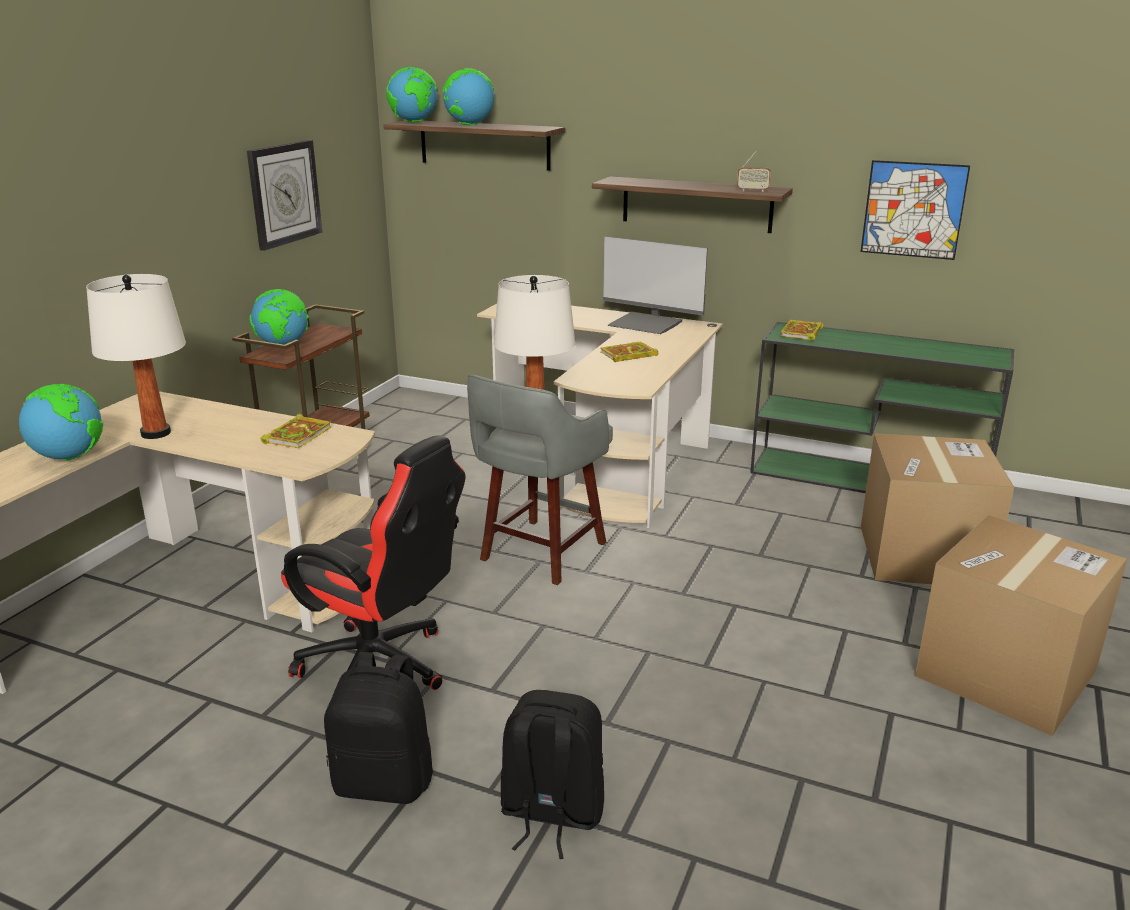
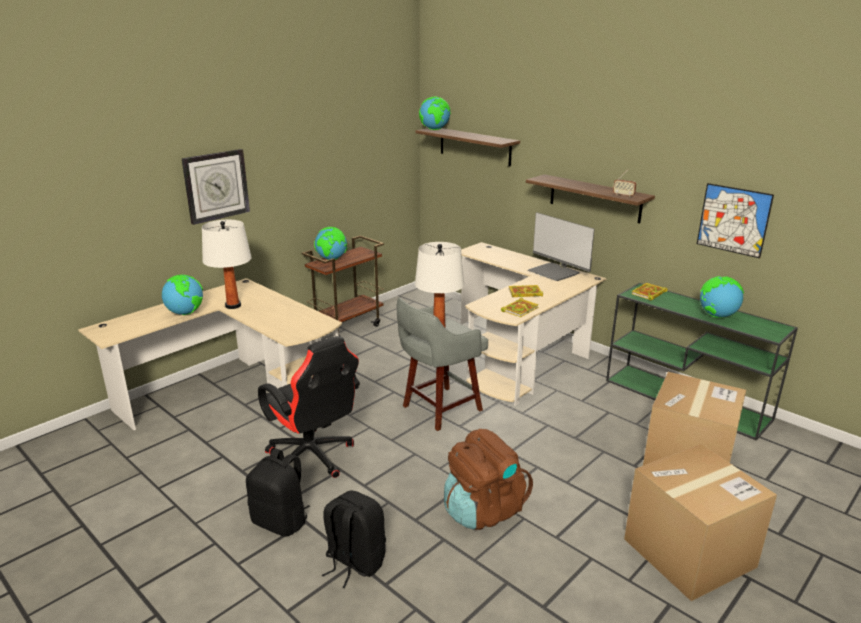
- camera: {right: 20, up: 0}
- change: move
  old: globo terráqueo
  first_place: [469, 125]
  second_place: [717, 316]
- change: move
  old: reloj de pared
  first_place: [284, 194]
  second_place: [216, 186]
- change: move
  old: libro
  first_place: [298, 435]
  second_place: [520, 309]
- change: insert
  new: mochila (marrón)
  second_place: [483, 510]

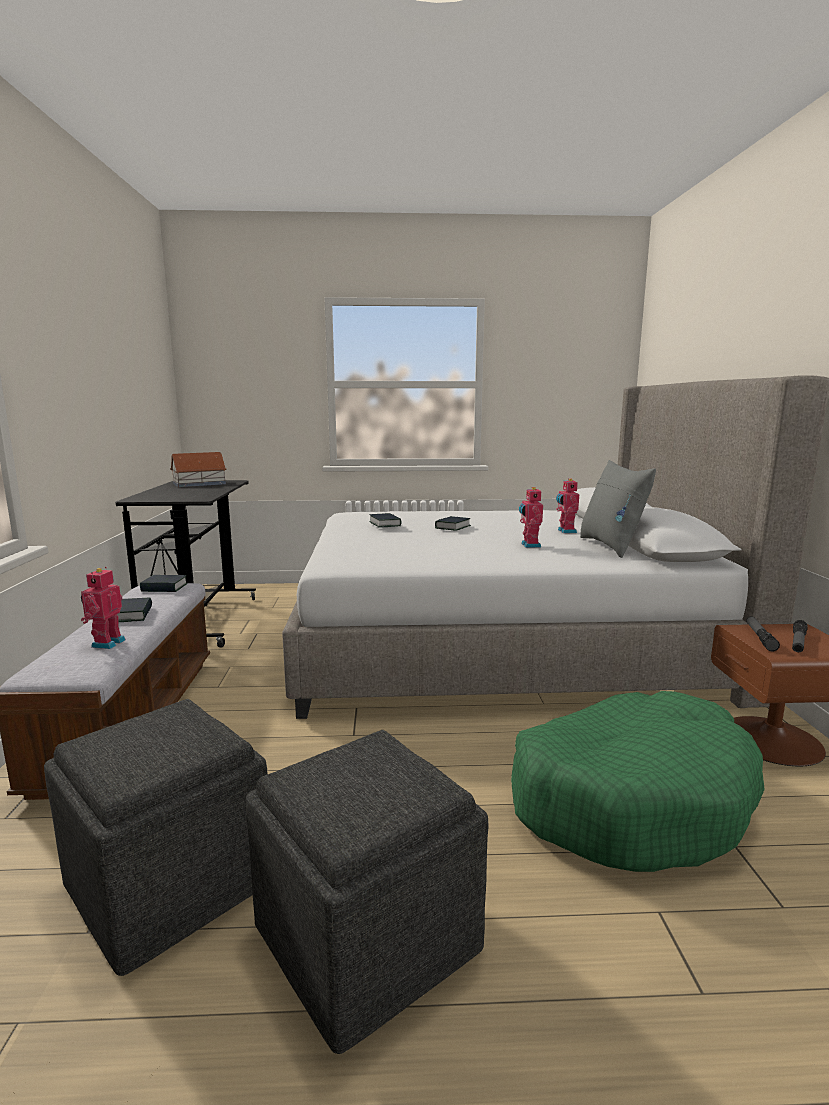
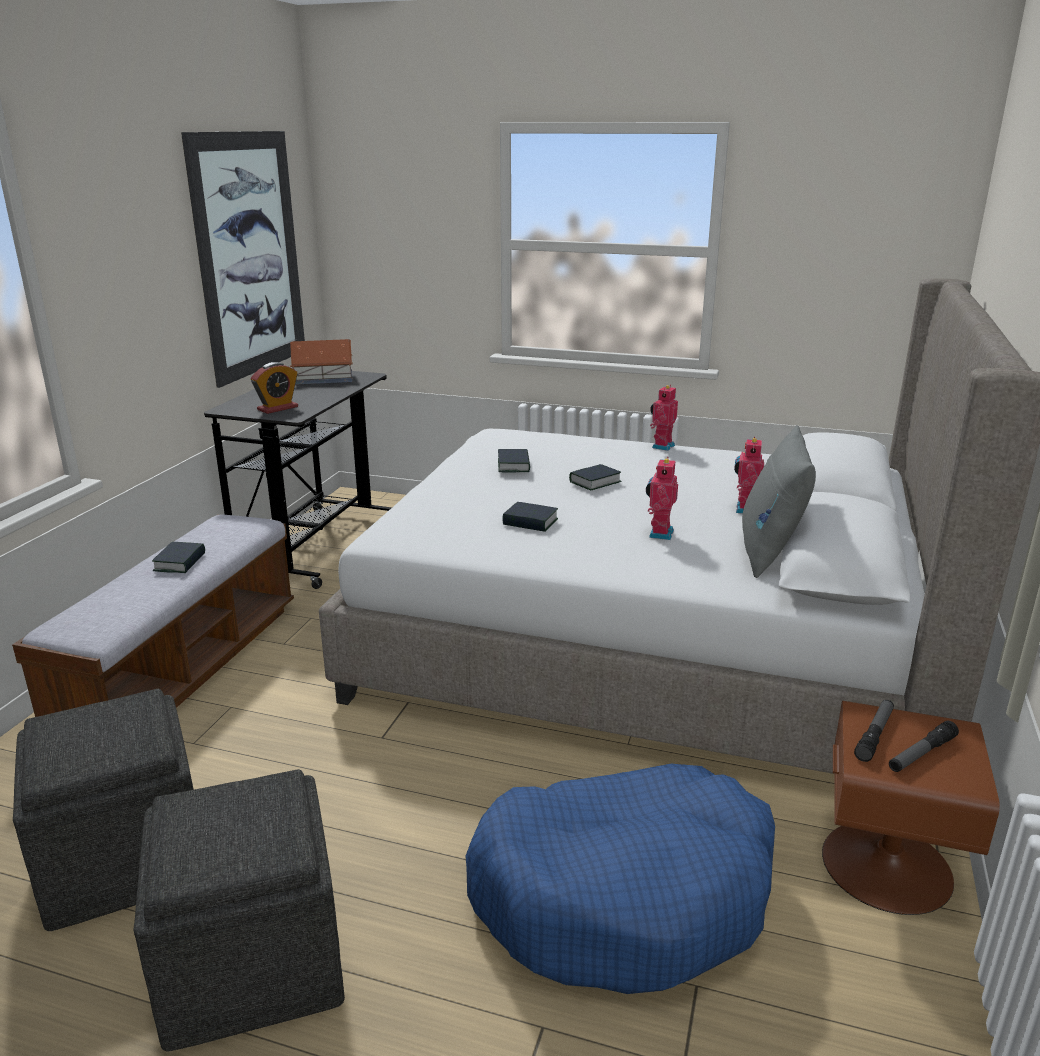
- camera: {right: 20, up: 10}
- change: move
  old: robot de juguete
  first_place: [106, 643]
  second_place: [661, 446]
- change: move
  old: libro
  first_place: [164, 588]
  second_place: [530, 522]
- change: recolor
  old: cama para perro (verde)
  new: cama para perro (azul)
  first_place: [629, 798]
  second_place: [624, 894]
- change: insert
  new: cuadro
  second_place: [250, 255]
- change: insert
  new: despertador
  second_place: [278, 408]

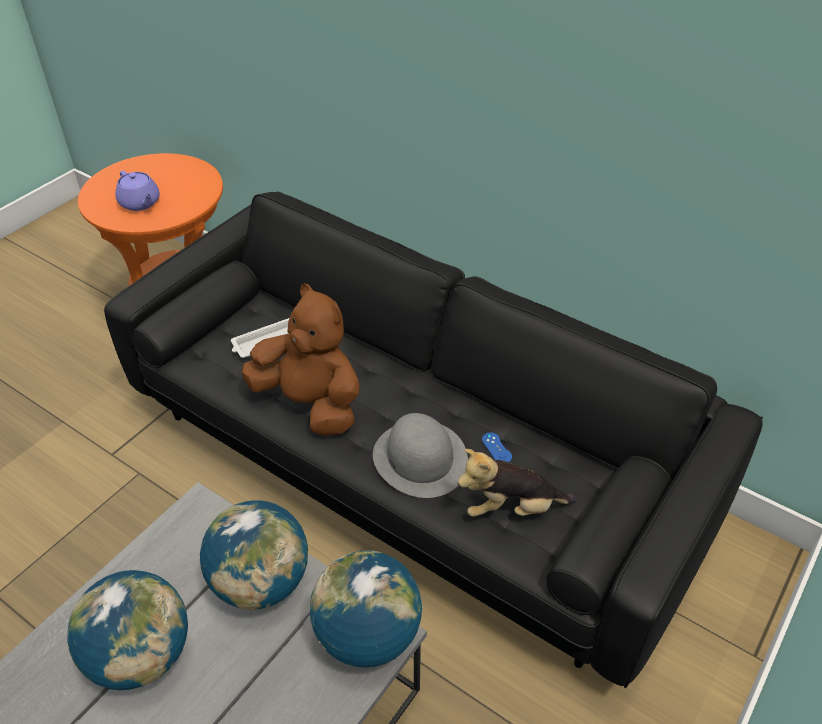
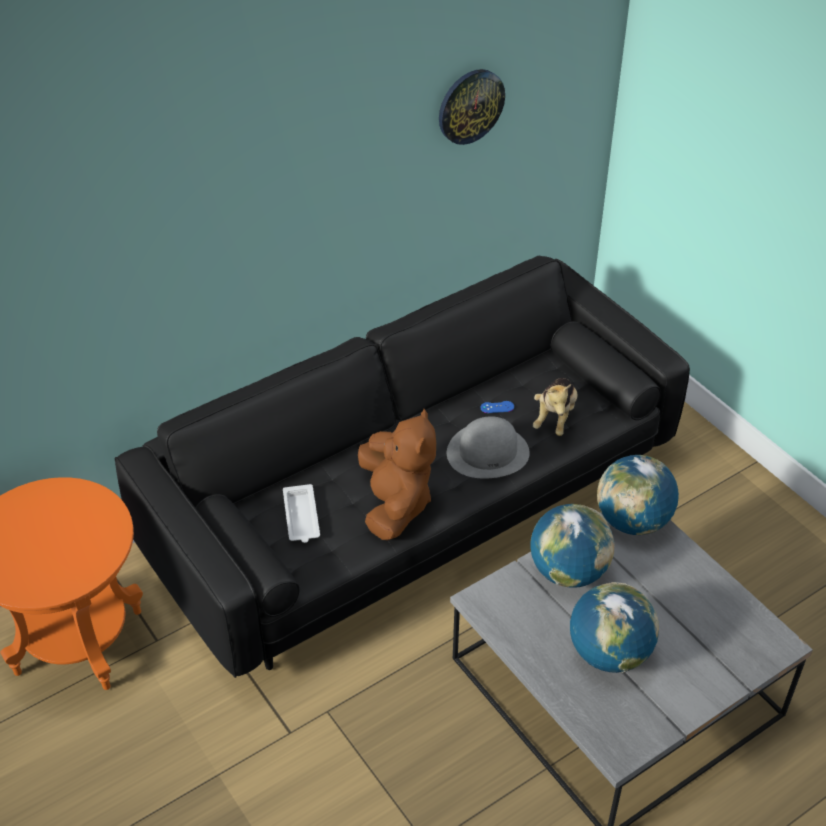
- camera: {right: -70, up: 0}
- change: delete
  old: tetera (morado)
  first_place: [140, 203]
- change: rotate
  old: peluche (marrón)
  first_place: [310, 403]
  second_place: [395, 504]
  degrees: 120
- change: insert
  new: reloj de pared
  second_place: [470, 106]

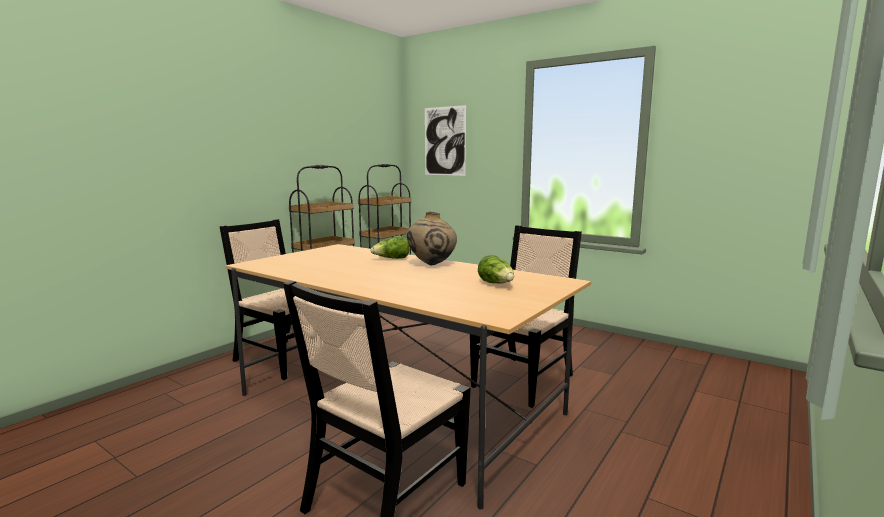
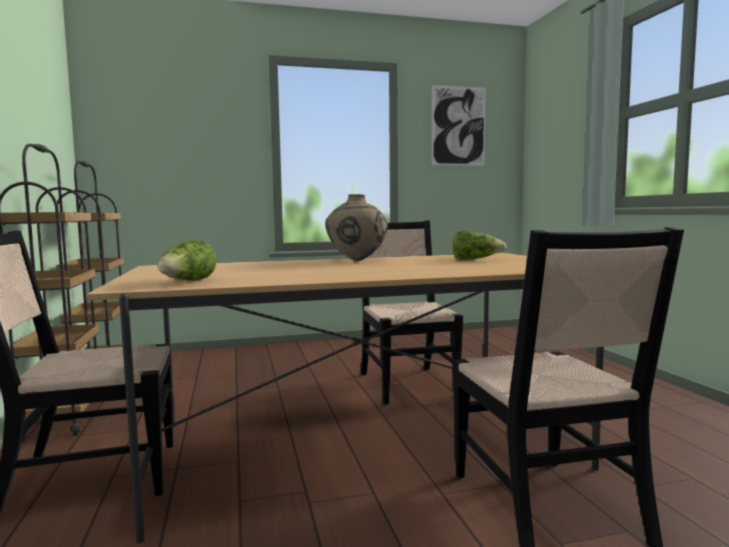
- camera: {right: -50, up: -5}
- change: move
  old: cuadro
  first_place: [444, 141]
  second_place: [458, 126]
- change: move
  old: lechuga
  first_place: [391, 259]
  second_place: [187, 282]

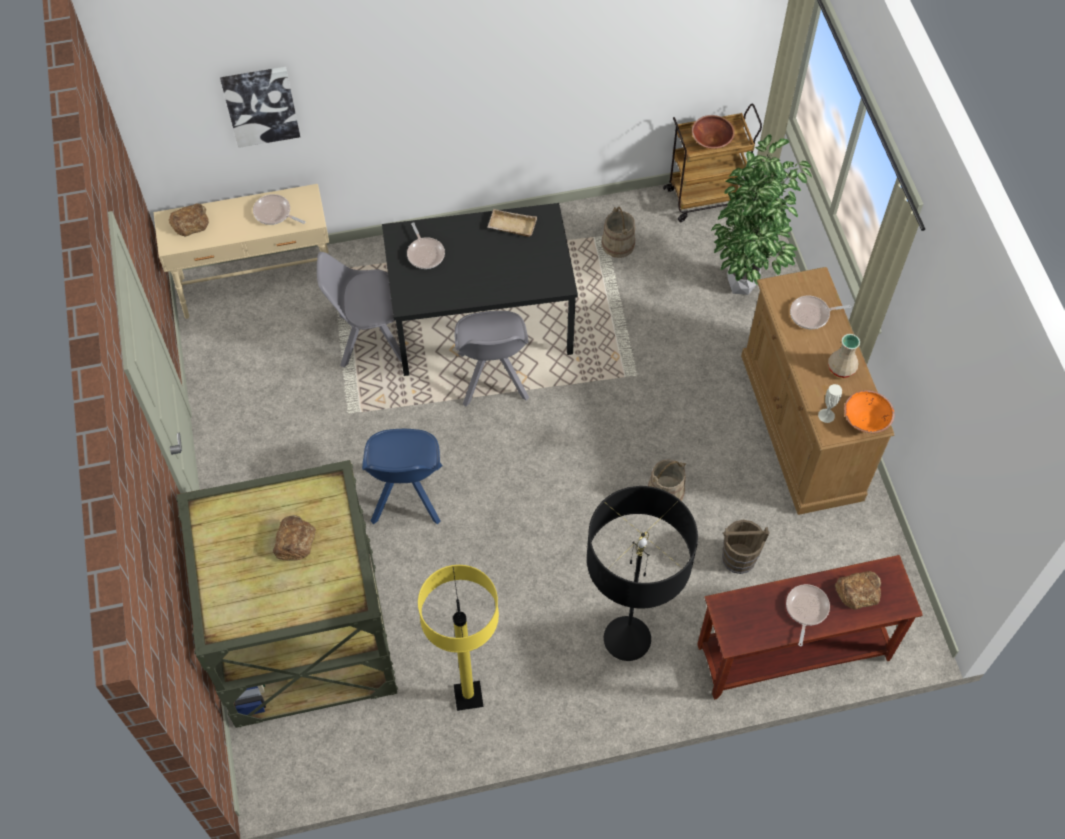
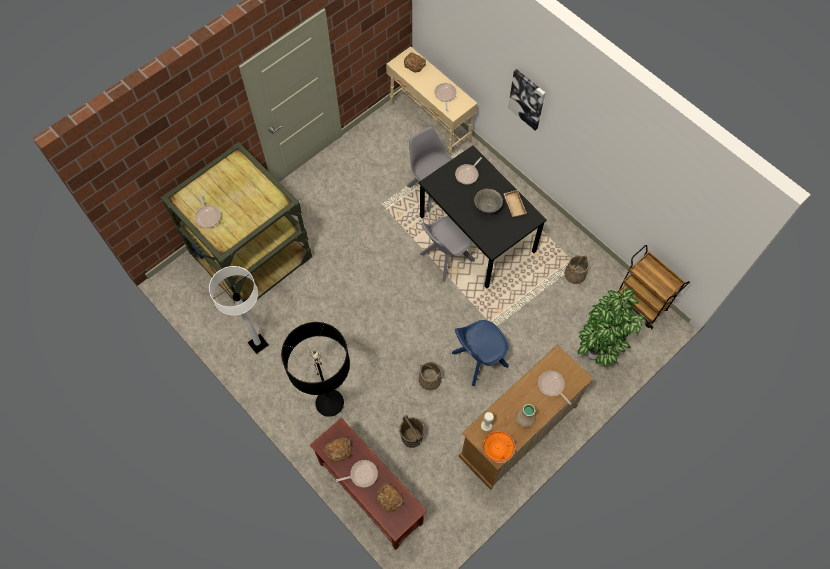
- camera: {right: 60, up: 5}
- change: move
  old: cuadro
  first_place: [261, 105]
  second_place: [527, 99]
- change: delete
  old: cuenco (marrón)
  first_place: [711, 140]
- change: move
  old: silla (azul)
  first_place: [406, 495]
  second_place: [478, 360]
- change: move
  old: pan
  first_place: [294, 541]
  second_place: [338, 450]
- change: recolor
  old: lámpara de pie (amarillo)
  new: lámpara de pie (blanco)
  first_place: [468, 696]
  second_place: [258, 344]
- change: insert
  new: cuenco (gris)
  second_place: [487, 207]
- change: insert
  new: sartén
  second_place: [207, 216]

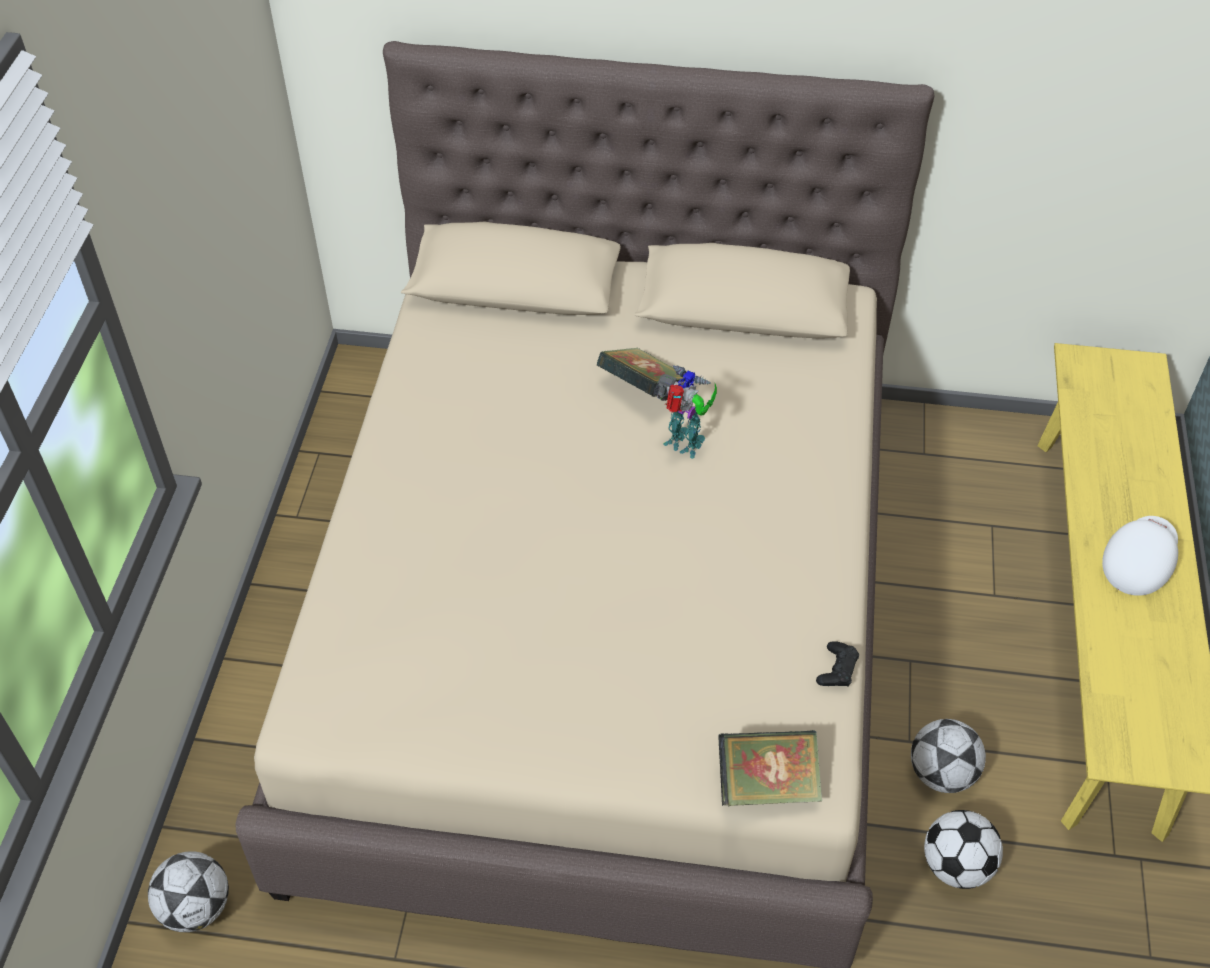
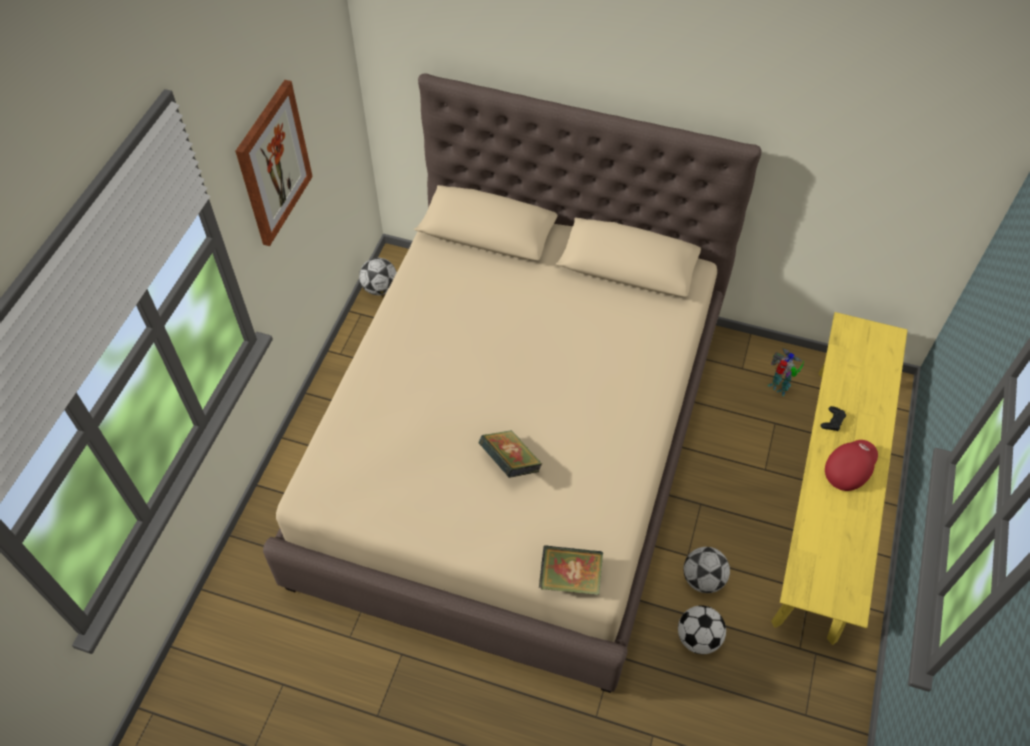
- camera: {right: 10, up: 5}
- change: move
  old: libro
  first_place: [644, 390]
  second_place: [510, 463]
- change: move
  old: robot de juguete
  first_place: [684, 446]
  second_place: [779, 388]
- change: recolor
  old: gorra (blanco)
  new: gorra (rojo)
  first_place: [1136, 563]
  second_place: [848, 469]
- change: move
  old: mando de consola (negro)
  first_place: [837, 669]
  second_place: [832, 421]
- change: move
  old: balón de fútbol
  first_place: [196, 907]
  second_place: [380, 288]
- change: insert
  new: cuadro
  second_place: [273, 163]

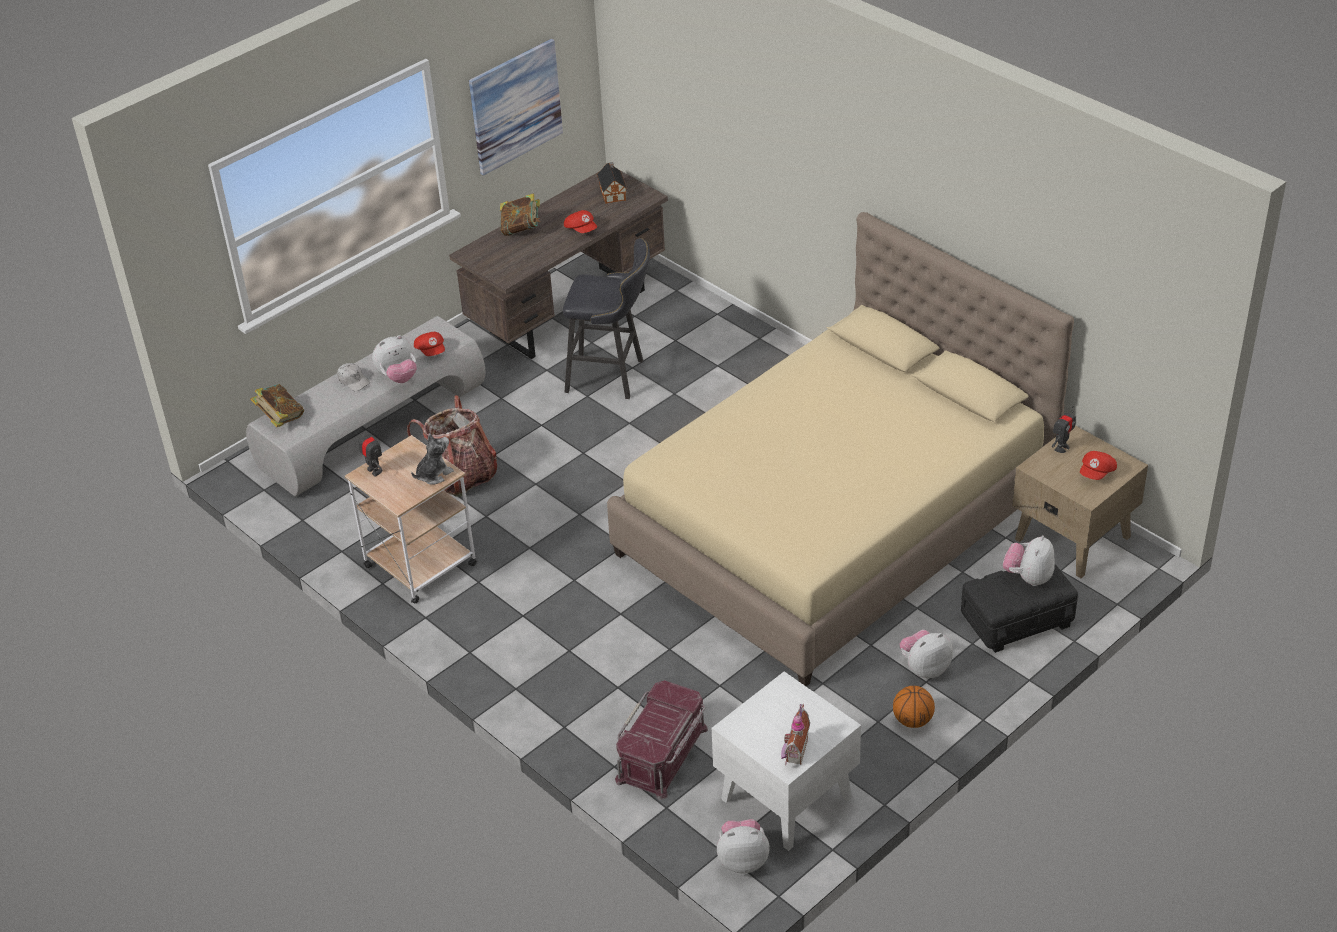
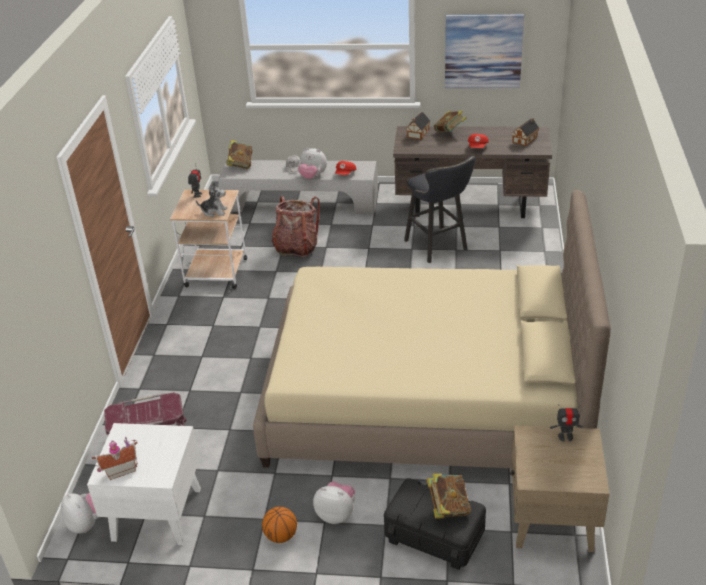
- camera: {right: 50, up: -5}
- change: delete
  old: gorra (rojo)
  first_place: [1097, 473]
- change: replace
  old: peluche
  new: libro
  first_place: [1028, 577]
  second_place: [448, 507]
- change: insert
  new: casita
  second_place: [417, 134]

